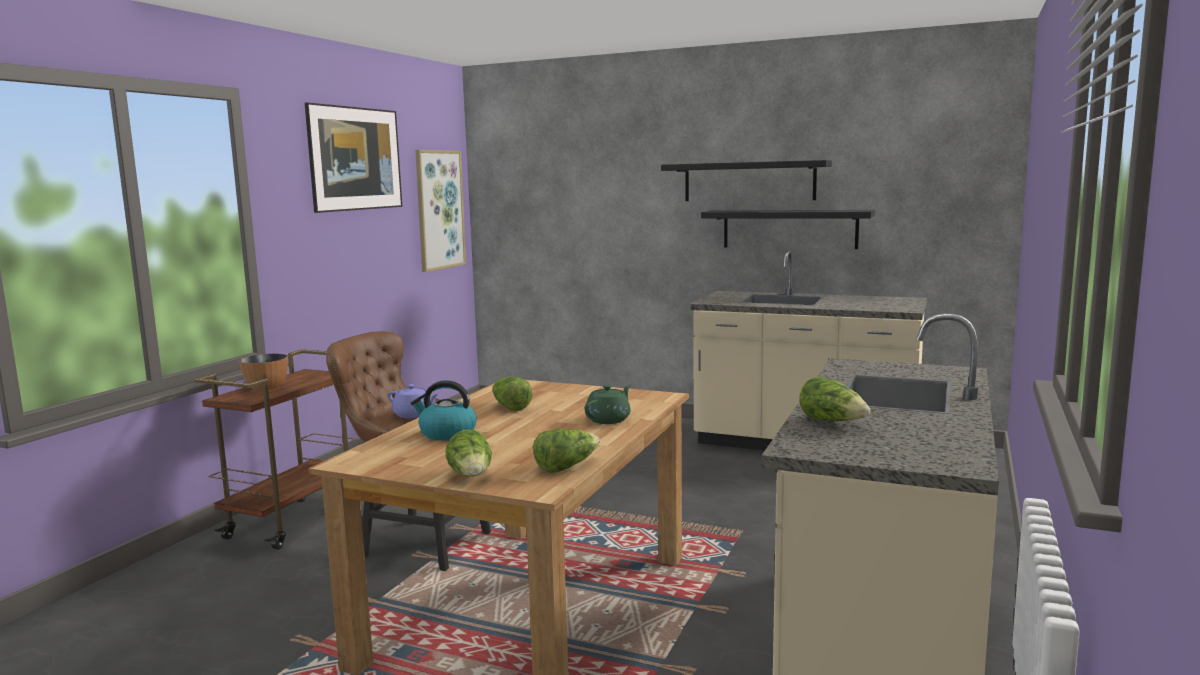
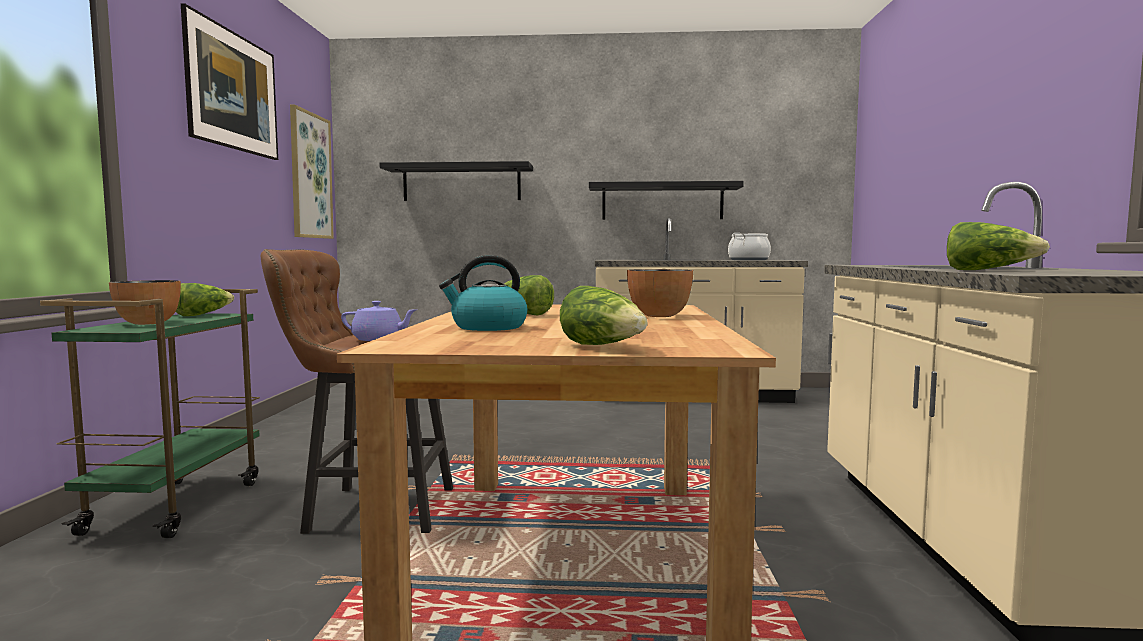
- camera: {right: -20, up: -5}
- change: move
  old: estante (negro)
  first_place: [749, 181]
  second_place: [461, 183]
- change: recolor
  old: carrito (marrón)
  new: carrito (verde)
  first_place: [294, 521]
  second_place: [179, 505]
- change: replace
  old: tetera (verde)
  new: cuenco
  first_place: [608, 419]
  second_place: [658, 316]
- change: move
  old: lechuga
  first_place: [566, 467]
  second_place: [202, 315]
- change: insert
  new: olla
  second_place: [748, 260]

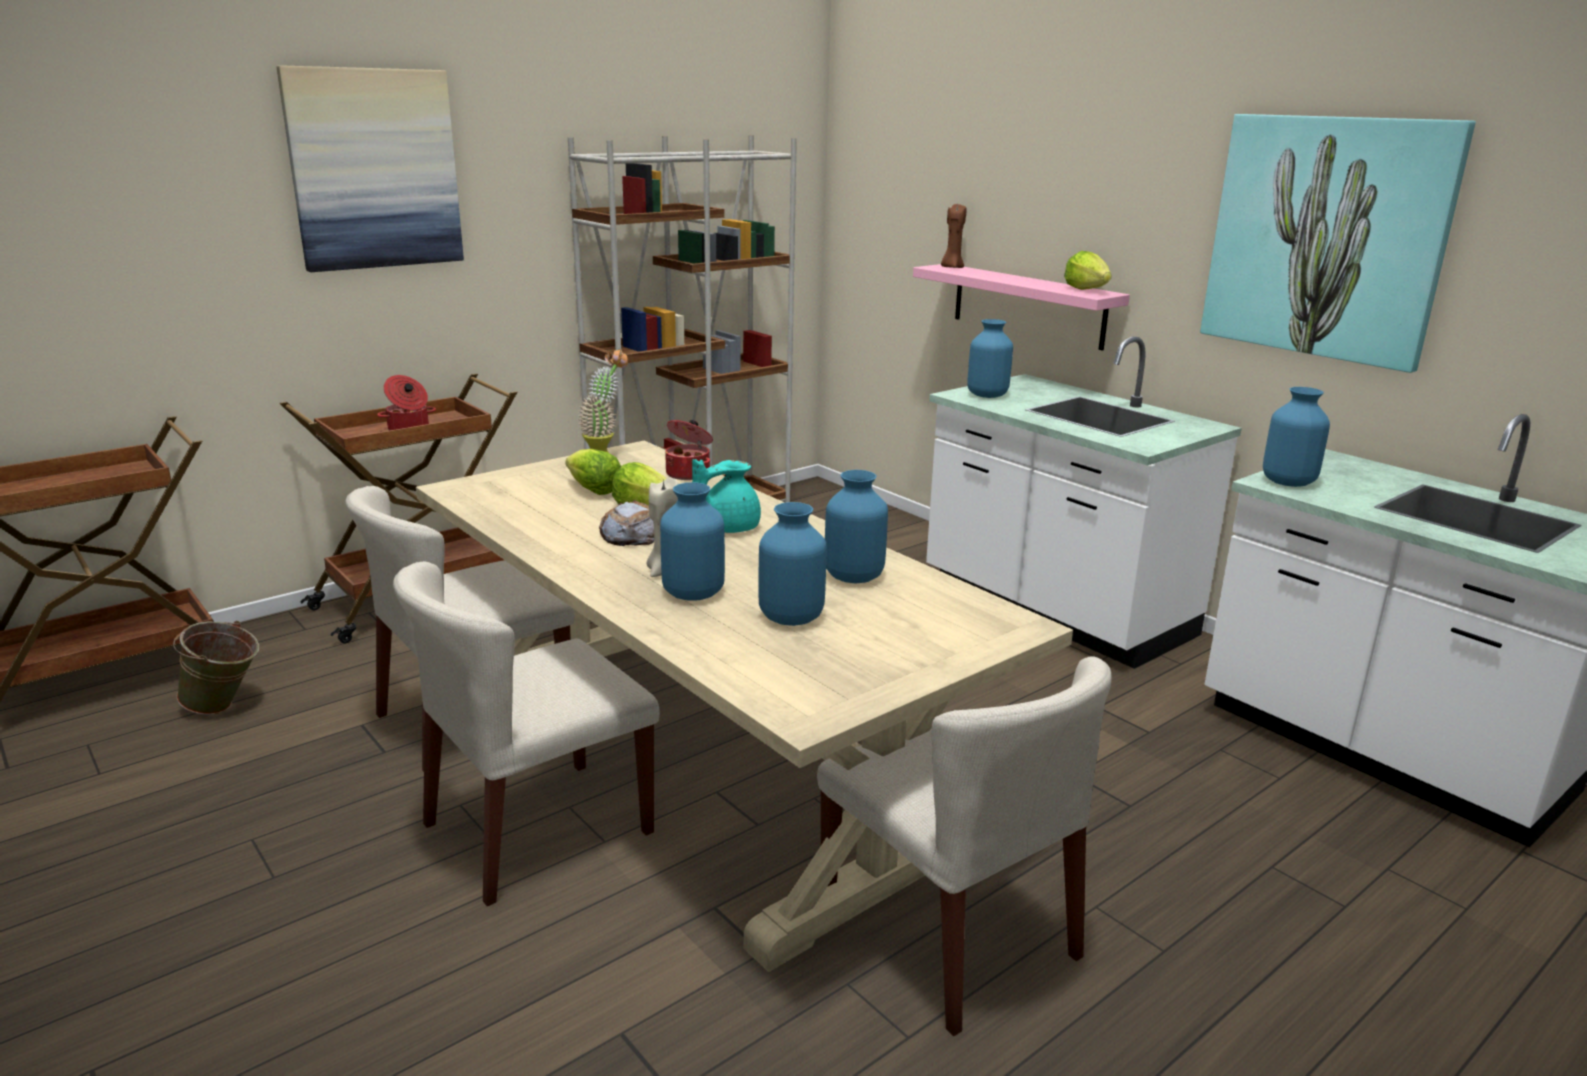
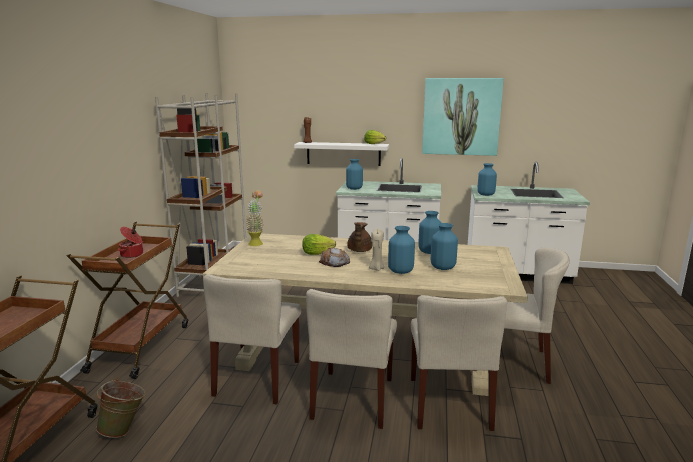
- camera: {right: -40, up: -5}
- change: delete
  old: cuadro
  first_place: [374, 169]
- change: recolor
  old: estante (rosa)
  new: estante (blanco)
  first_place: [1028, 305]
  second_place: [343, 153]
- change: delete
  old: olla
  first_place: [689, 474]
- change: delete
  old: lechuga
  first_place: [594, 491]
- change: recolor
  old: tetera (turquesa)
  new: tetera (marrón)
  first_place: [727, 528]
  second_place: [359, 250]
- change: insert
  new: silla (beis)
  second_place: [449, 403]

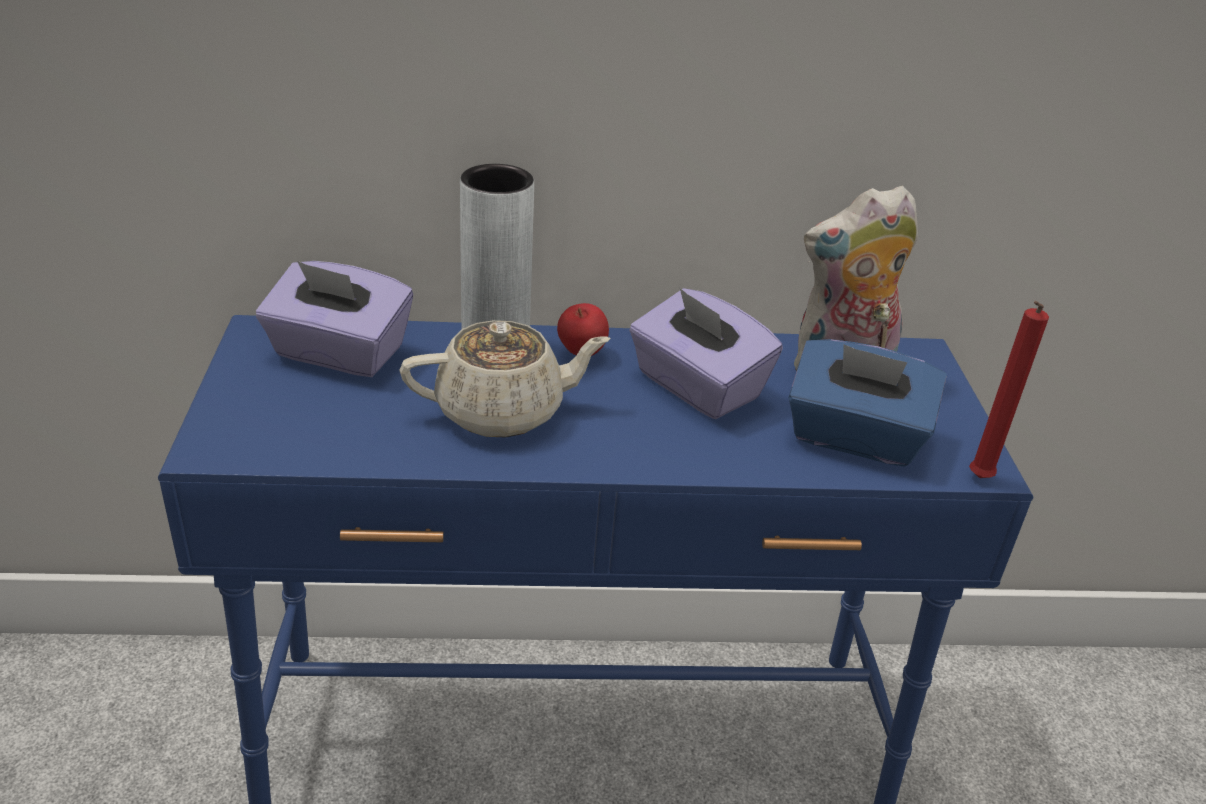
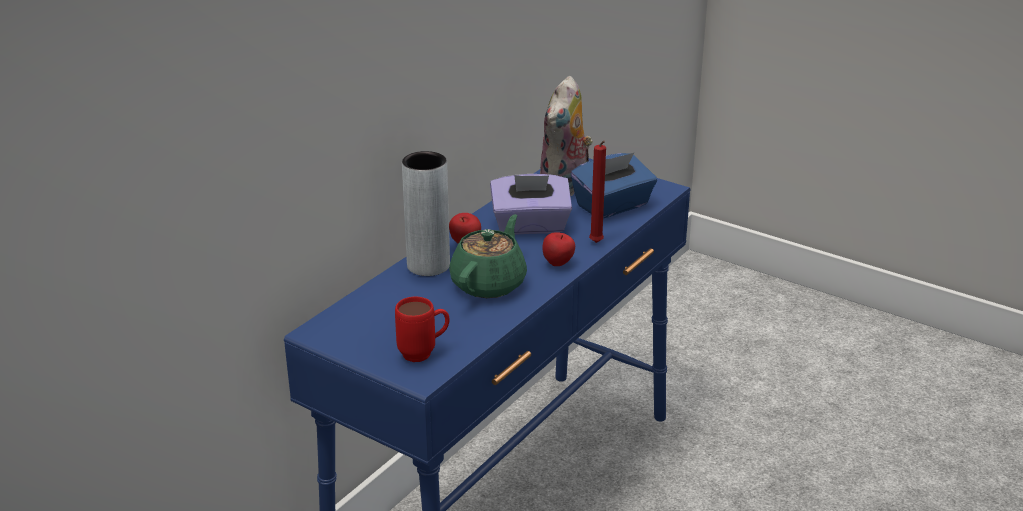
- camera: {right: -50, up: -5}
- change: delete
  old: caja de pañuelos (morado)
  first_place: [338, 353]
- change: move
  old: vela (rojo)
  first_place: [977, 480]
  second_place: [596, 244]
- change: recolor
  old: tetera (beis)
  new: tetera (verde)
  first_place: [503, 411]
  second_place: [489, 283]
- change: insert
  new: manzana
  second_place: [558, 264]
- change: insert
  new: taza grande (rojo)
  second_place: [424, 353]

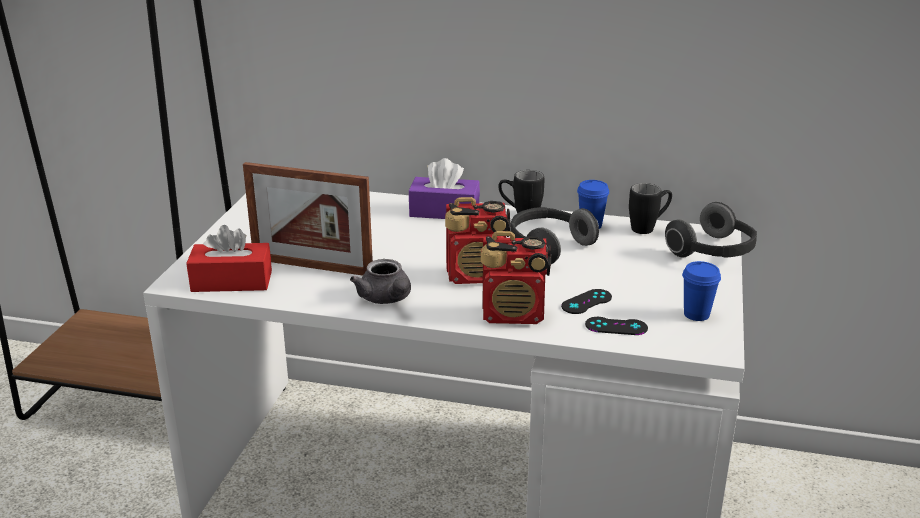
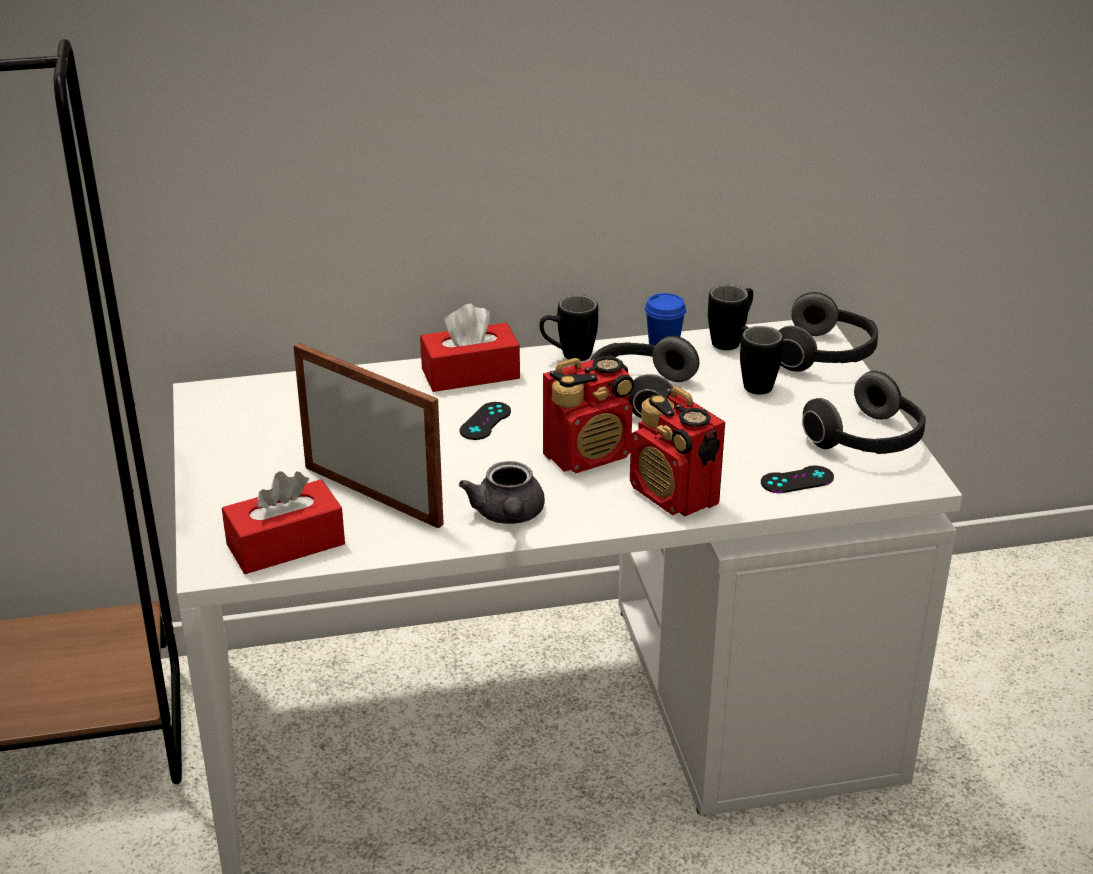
- camera: {right: -25, up: 5}
- change: recolor
  old: caja de pañuelos (morado)
  new: caja de pañuelos (rojo)
  first_place: [444, 211]
  second_place: [470, 373]
- change: rotate
  old: portarretratos
  first_place: [312, 266]
  second_place: [372, 495]
  degrees: -135
- change: rotate
  old: radio
  first_place: [514, 315]
  second_place: [675, 496]
  degrees: 75
- change: rotate
  old: tetera (gris)
  first_place: [386, 299]
  second_place: [508, 516]
  degrees: 45
- change: replace
  old: taza (azul)
  new: auriculares
  first_place: [696, 314]
  second_place: [868, 441]
- change: move
  old: mando de consola (negro)
  first_place: [586, 302]
  second_place: [485, 421]
- change: insert
  new: taza grande (negro)
  second_place: [753, 382]

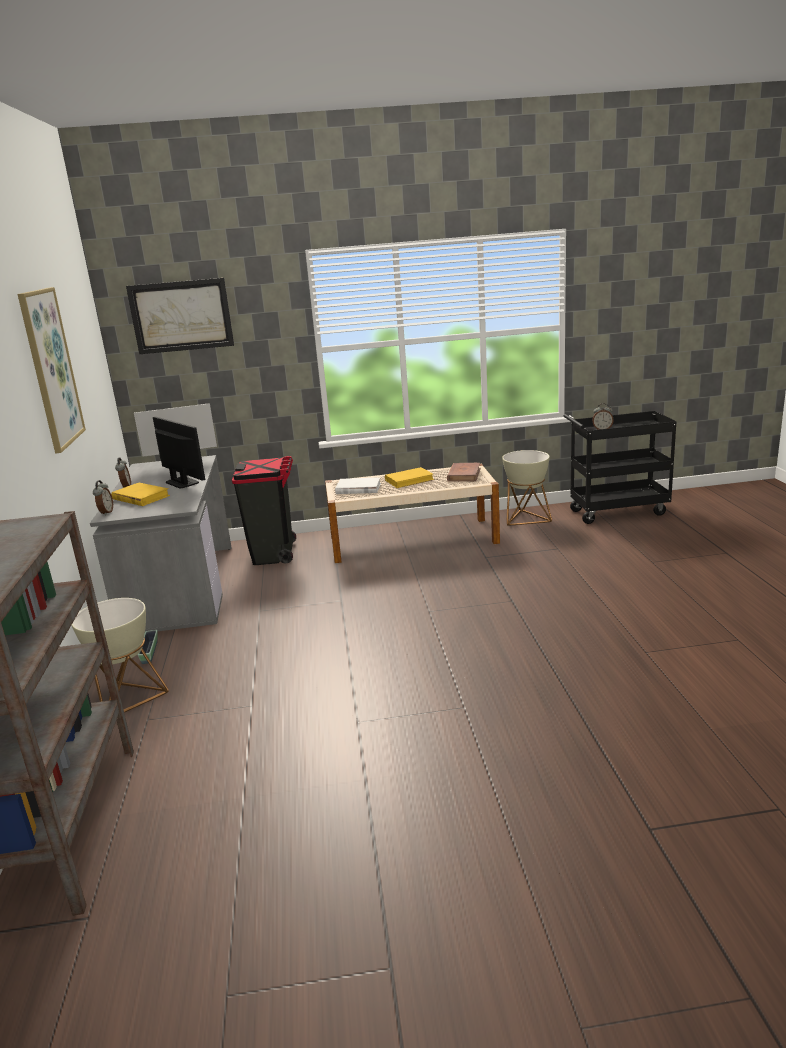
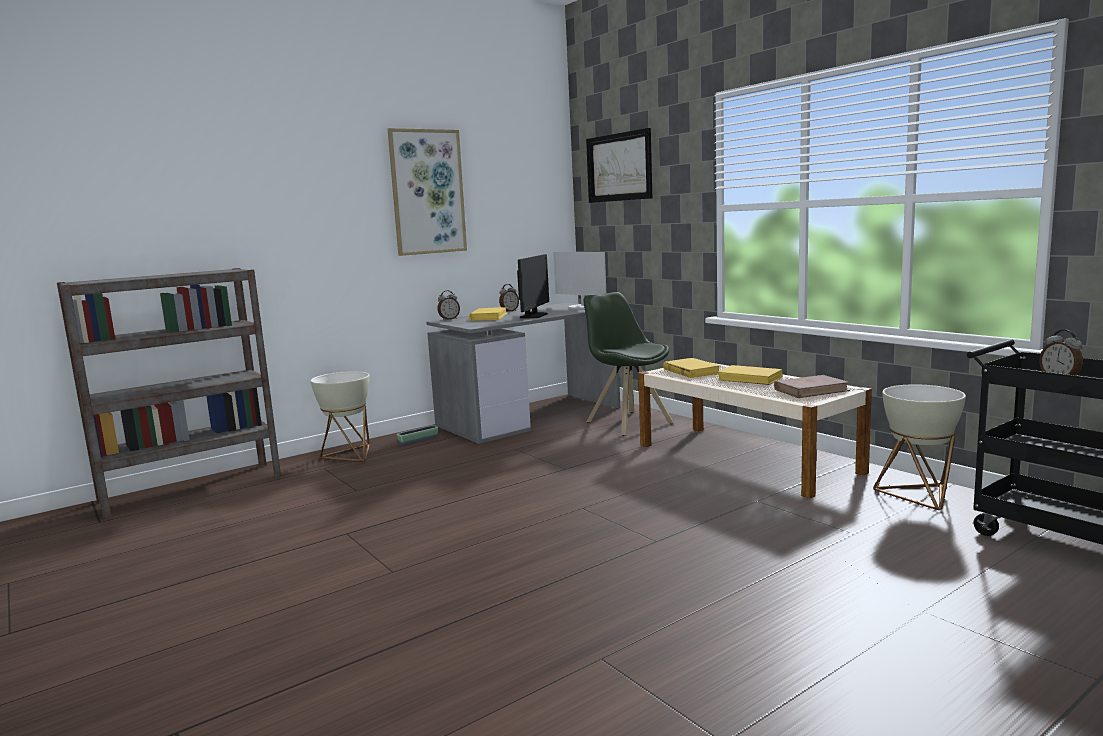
- camera: {right: 60, up: -10}
- change: replace
  old: papelera (negro)
  new: silla (verde)
  first_place: [274, 554]
  second_place: [628, 422]
- change: recolor
  old: libro (blanco)
  new: libro (amarillo)
  first_place: [358, 489]
  second_place: [691, 371]

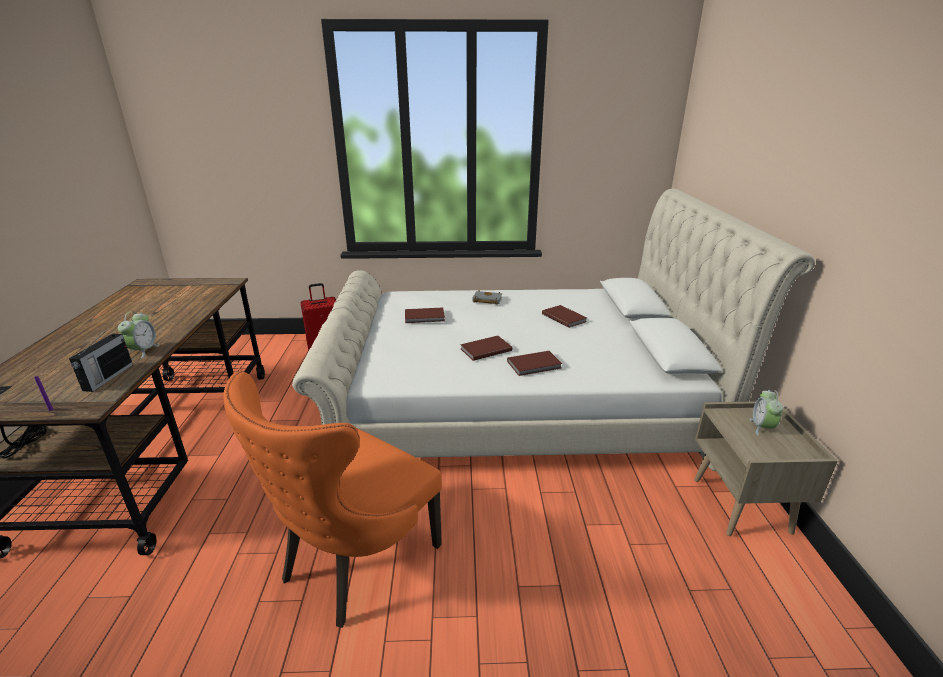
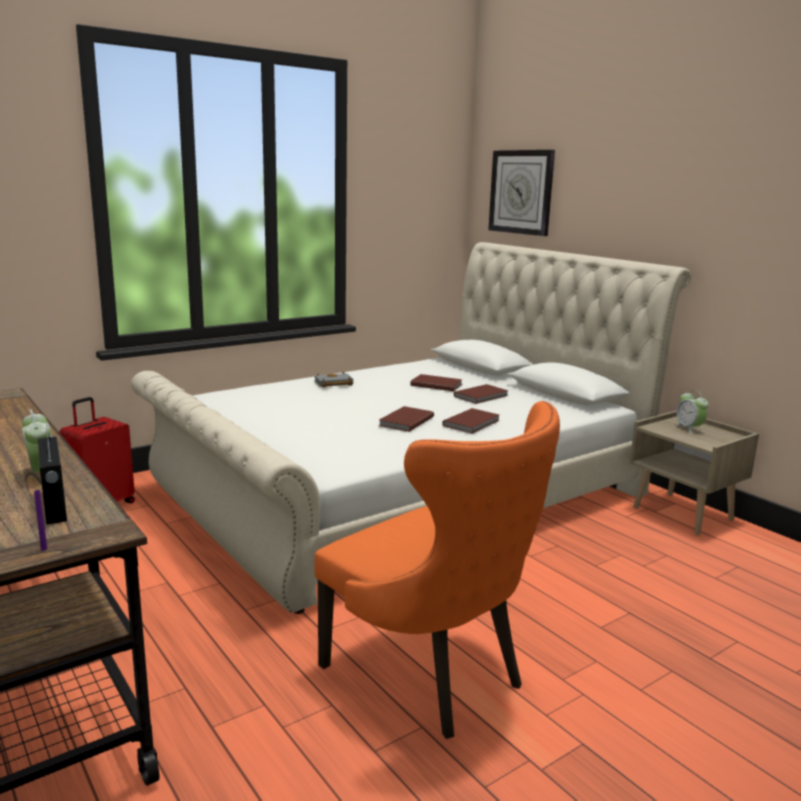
- camera: {right: -35, up: -10}
- change: move
  old: libro (marrón)
  first_place: [425, 317]
  second_place: [482, 396]
- change: rotate
  old: silla (naranja)
  first_place: [354, 562]
  second_place: [431, 674]
  degrees: -45
- change: insert
  new: reloj de pared
  second_place: [521, 192]

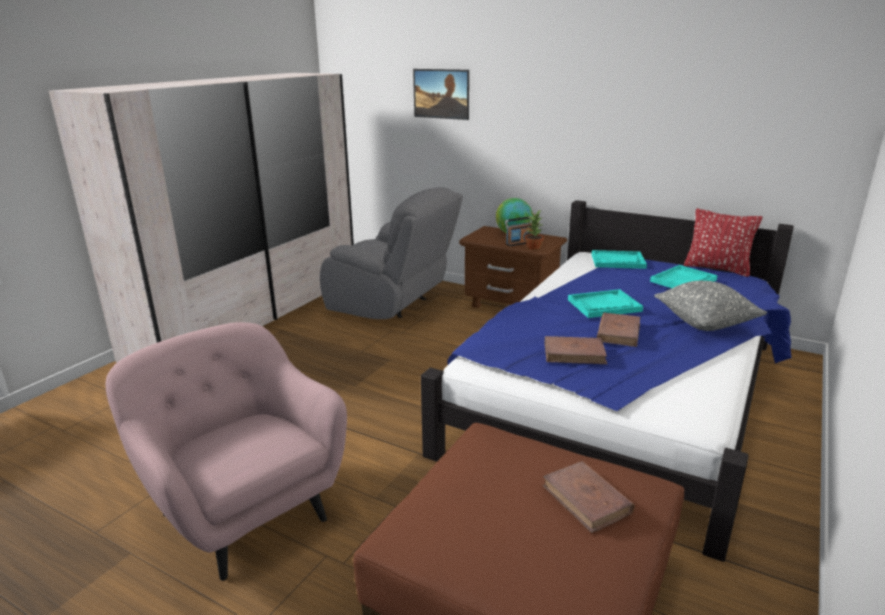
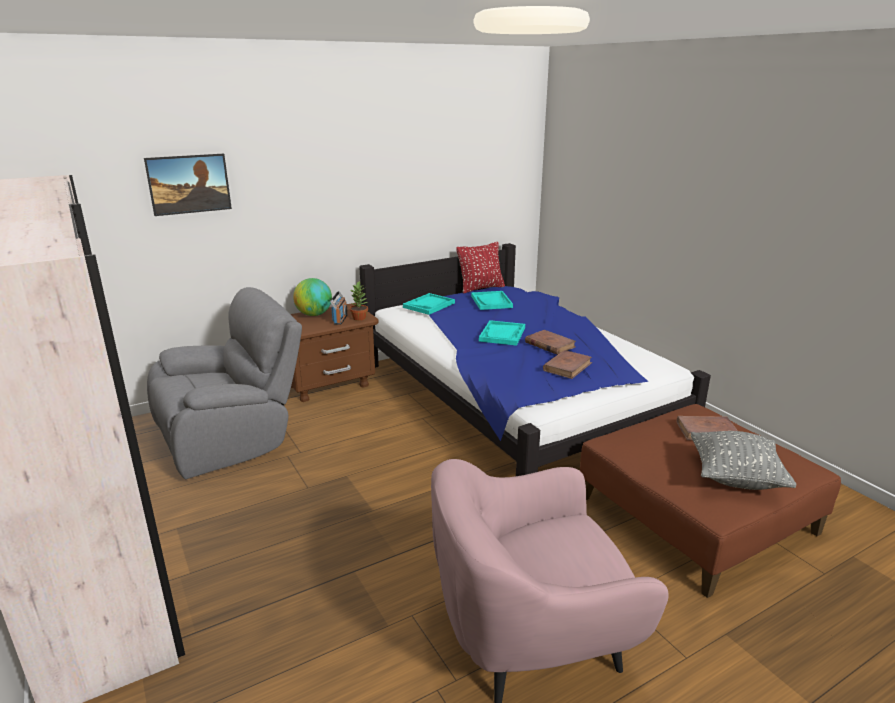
- camera: {right: -60, up: 0}
- change: move
  old: cojín (gris)
  first_place: [705, 323]
  second_place: [735, 477]

